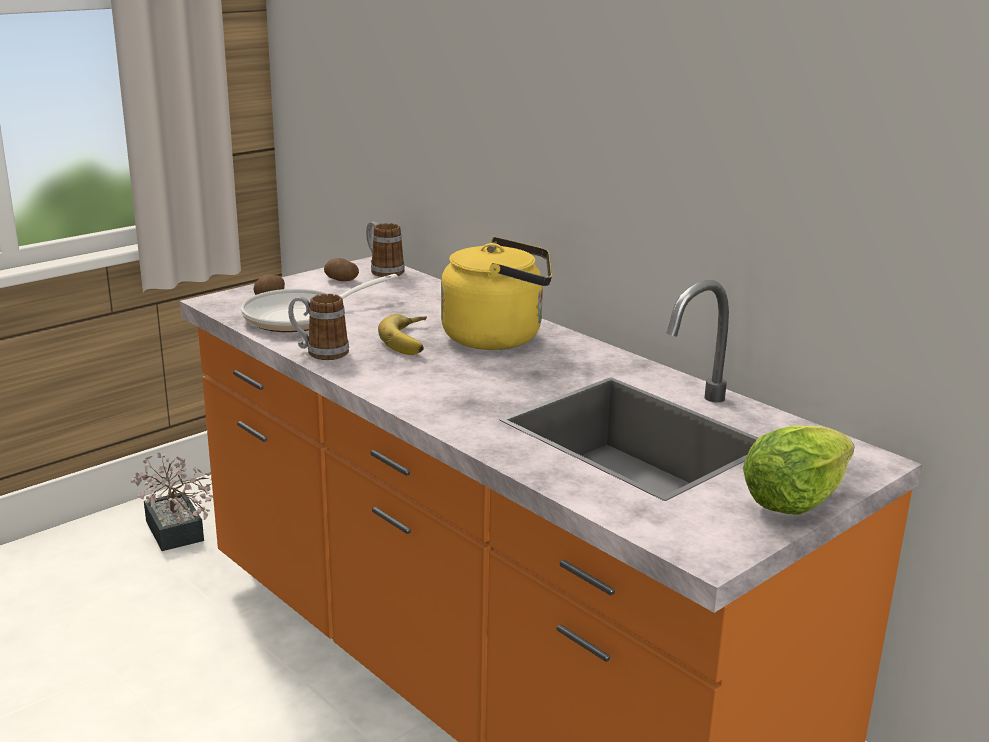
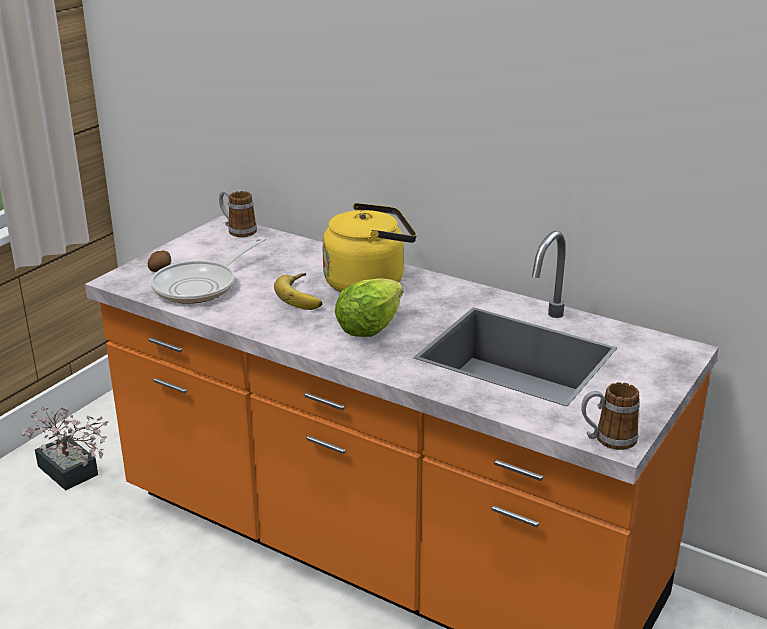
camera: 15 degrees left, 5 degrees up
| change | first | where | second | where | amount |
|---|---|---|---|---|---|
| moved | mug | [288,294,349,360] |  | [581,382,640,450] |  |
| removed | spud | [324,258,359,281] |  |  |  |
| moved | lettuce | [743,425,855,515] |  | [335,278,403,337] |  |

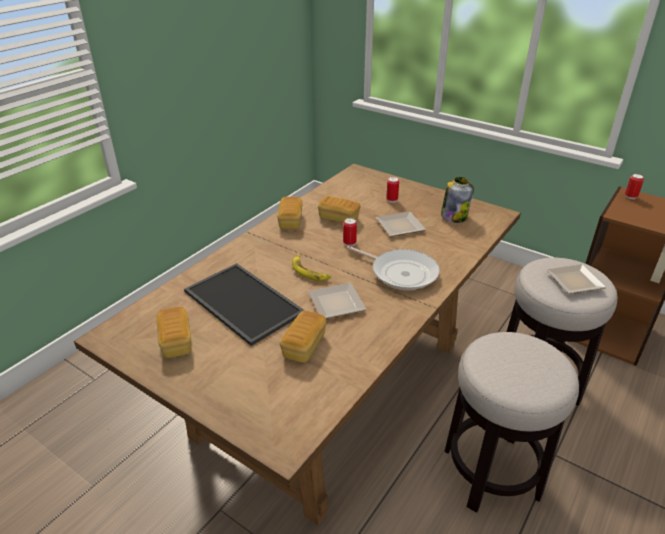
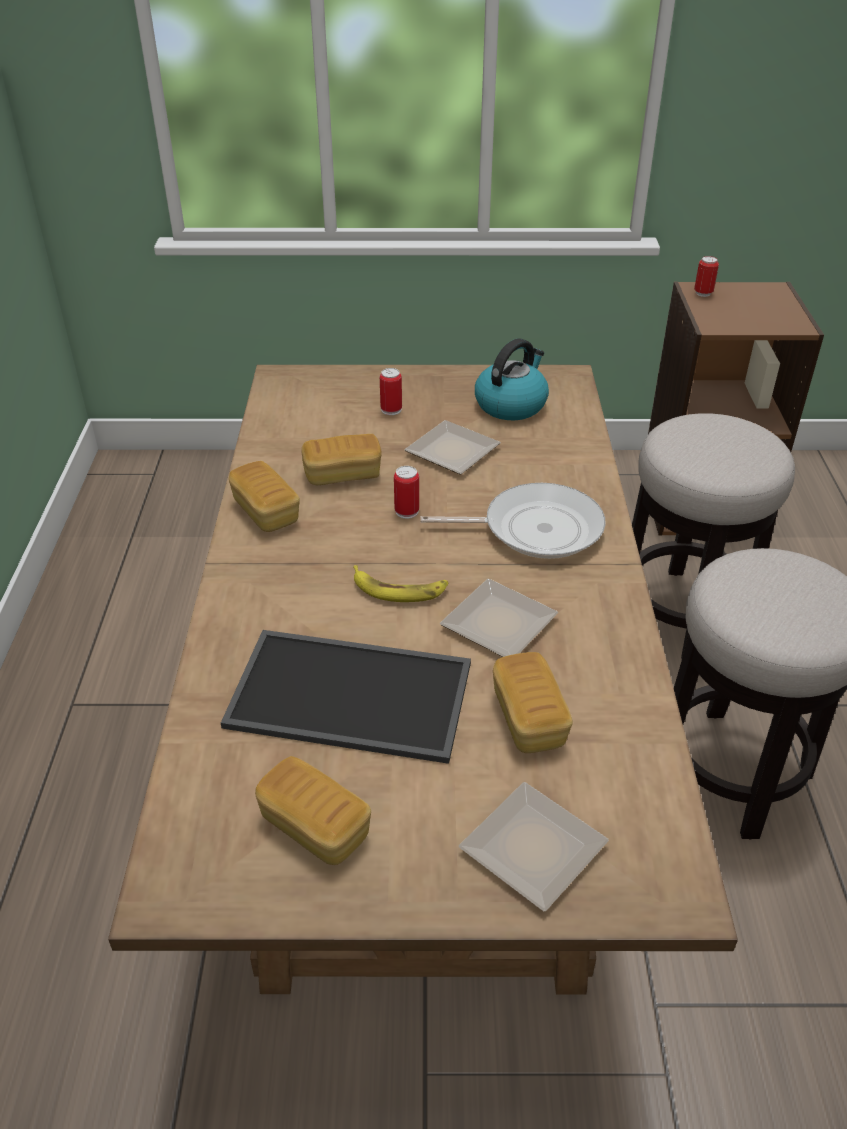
camera: 35 degrees left, 5 degrees up
| change | first | where | second | where | amount |
|---|---|---|---|---|---|
| replaced | preserve jar | [441,177,474,223] | water kettle | [475,338,549,420] |  |
| moved | dinner plate | [546,264,606,294] |  | [459,782,609,911] |  |

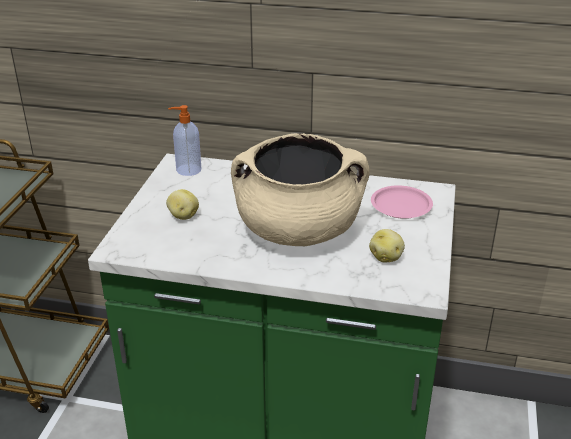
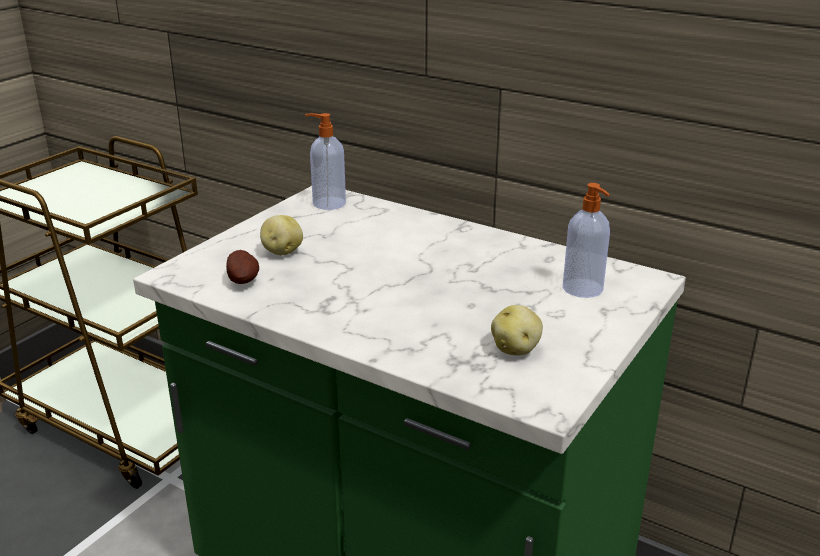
camera: 20 degrees right, 5 degrees down
| change | first | where | second | where | amount |
|---|---|---|---|---|---|
| removed | saucepot in beige-coloured | [231,133,369,246] |  |  |  |
| replaced | dinner plate in pink | [371,186,433,219] | soap dispenser | [563,183,610,298] |  |
| added |  |  | spud | [226,250,259,284] |  |

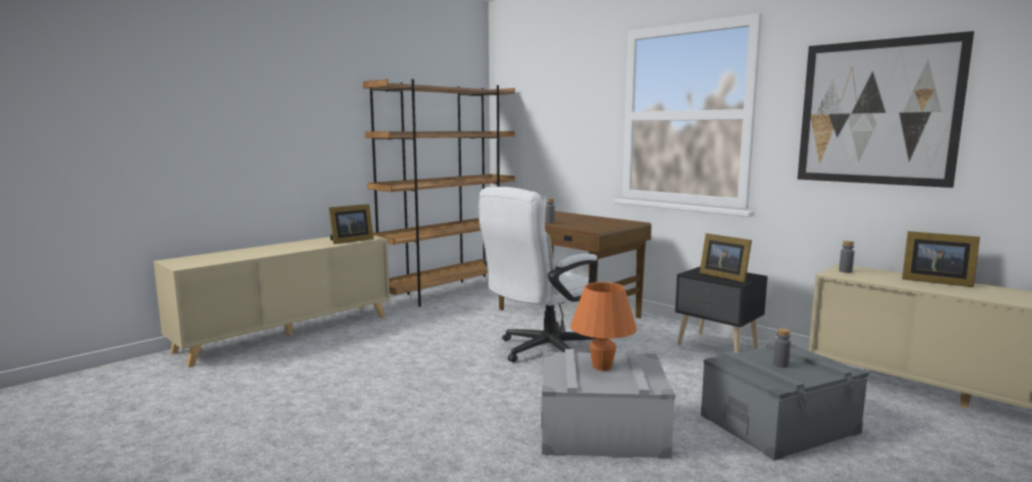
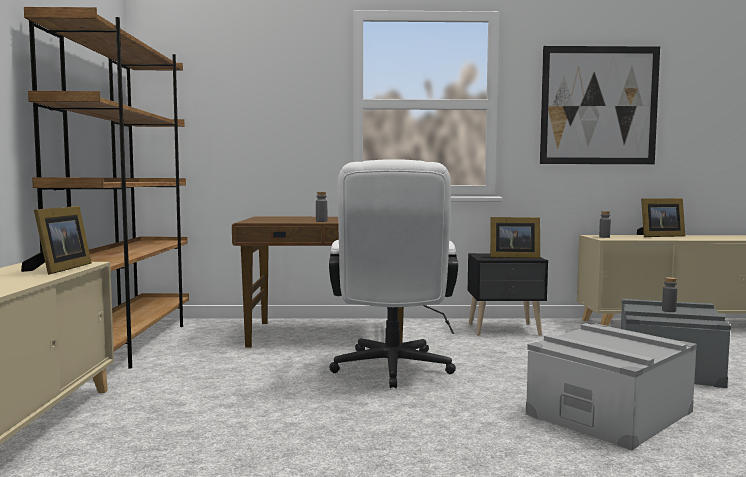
camera: 45 degrees left, 5 degrees down
| change | first | where | second | where | amount |
|---|---|---|---|---|---|
| removed | table lamp in orangey | [570,282,637,371] |  |  |  |

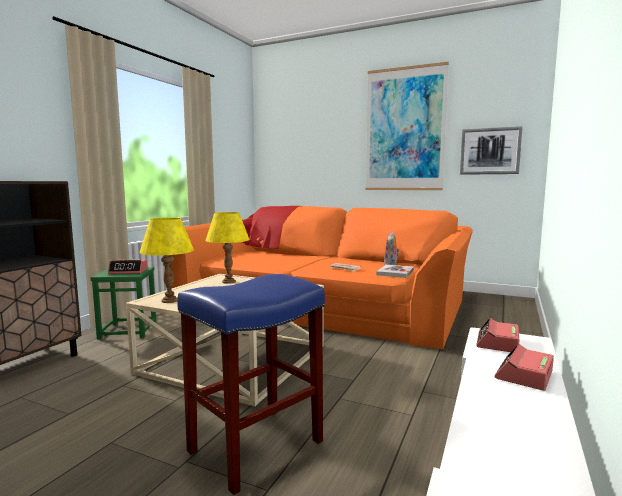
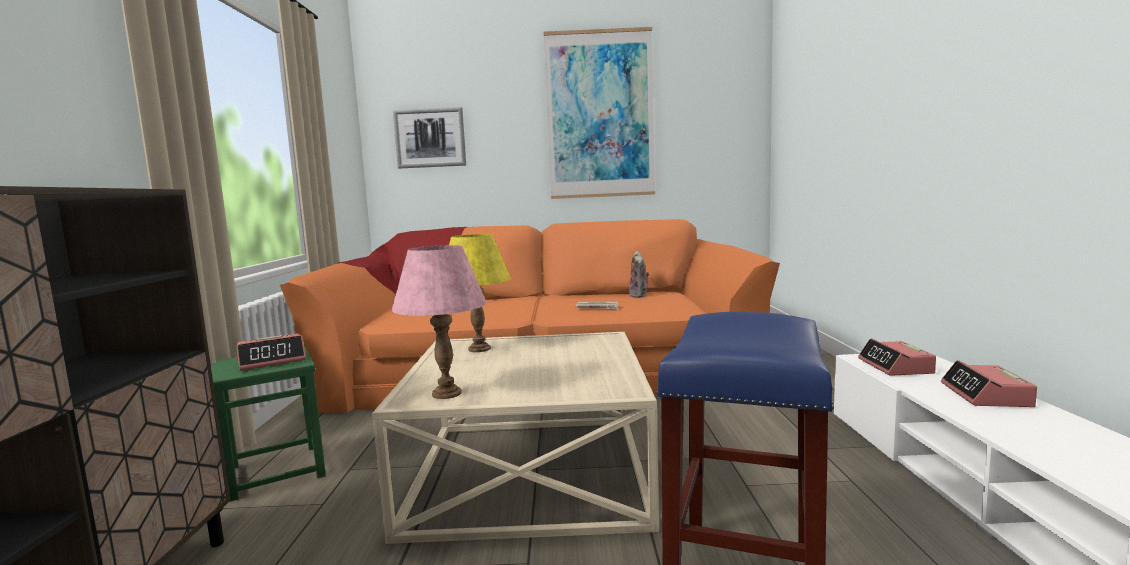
camera: 25 degrees left, 0 degrees up
| change | first | where | second | where | amount |
|---|---|---|---|---|---|
| recoloured | table lamp in yellow | [140,218,194,303] | table lamp in pink | [392,245,487,399] |  |
| removed | bound book | [377,265,414,278] |  |  |  |
| moved | picture | [460,126,523,175] |  | [393,107,466,168] |  |

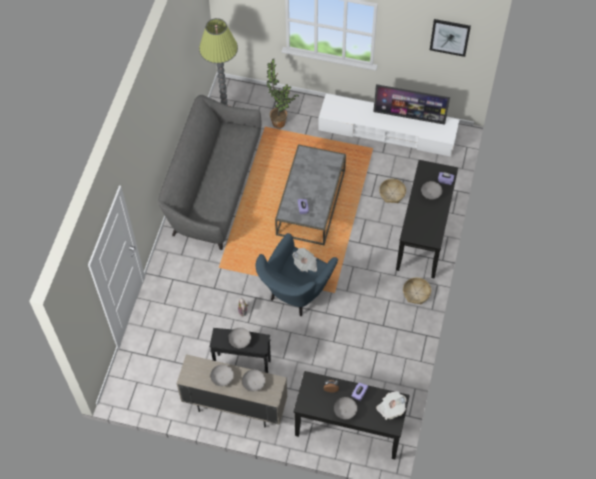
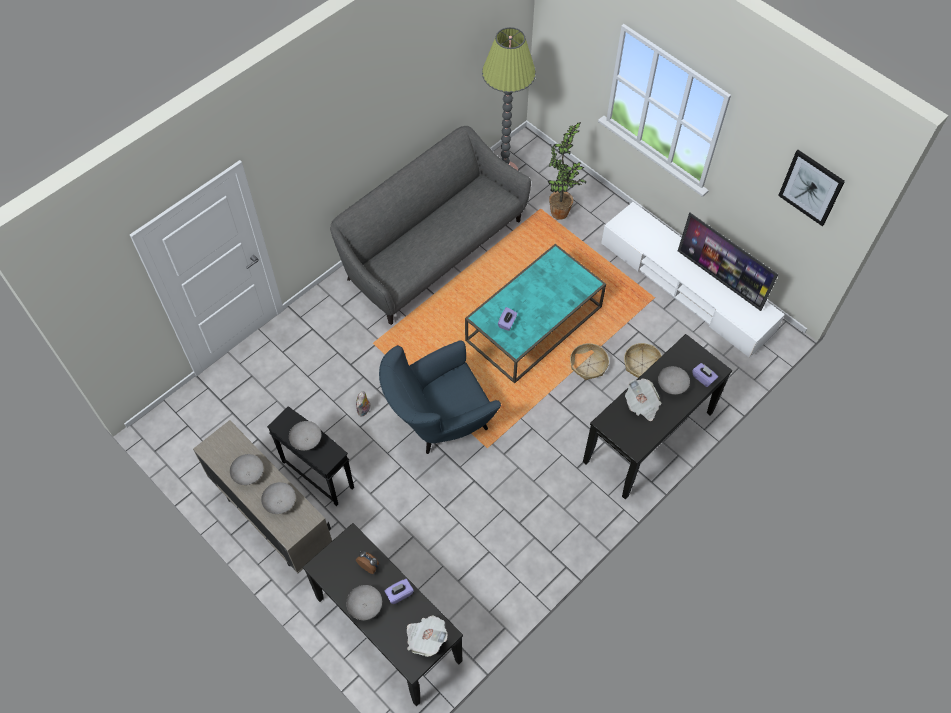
camera: 30 degrees right, 0 degrees up
| change | first | where | second | where | amount |
|---|---|---|---|---|---|
| recoloured | low table in gray | [275,144,346,245] | low table in turquoise | [465,244,606,384] |  |
| moved | printed paper | [293,248,317,272] |  | [625,379,661,421] |  |
| moved | basket | [403,277,431,304] |  | [570,343,609,380] |  |

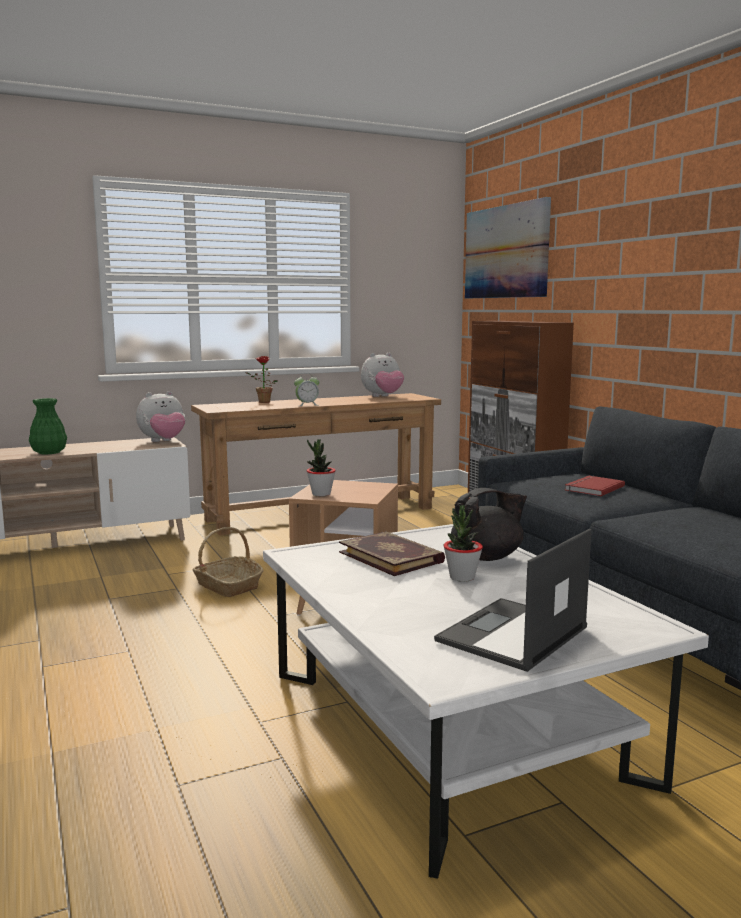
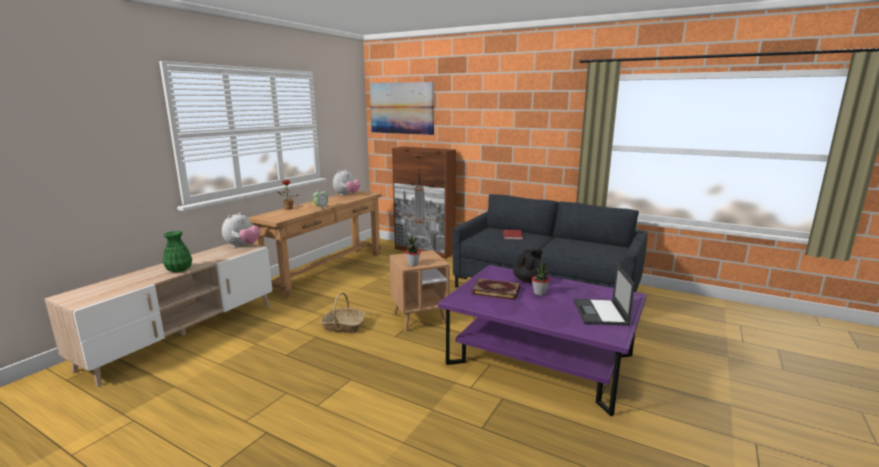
camera: 35 degrees left, 5 degrees up
| change | first | where | second | where | amount |
|---|---|---|---|---|---|
| recoloured | low table in white-coloured | [263,524,709,879] | low table in purplish | [438,265,647,416] |  |

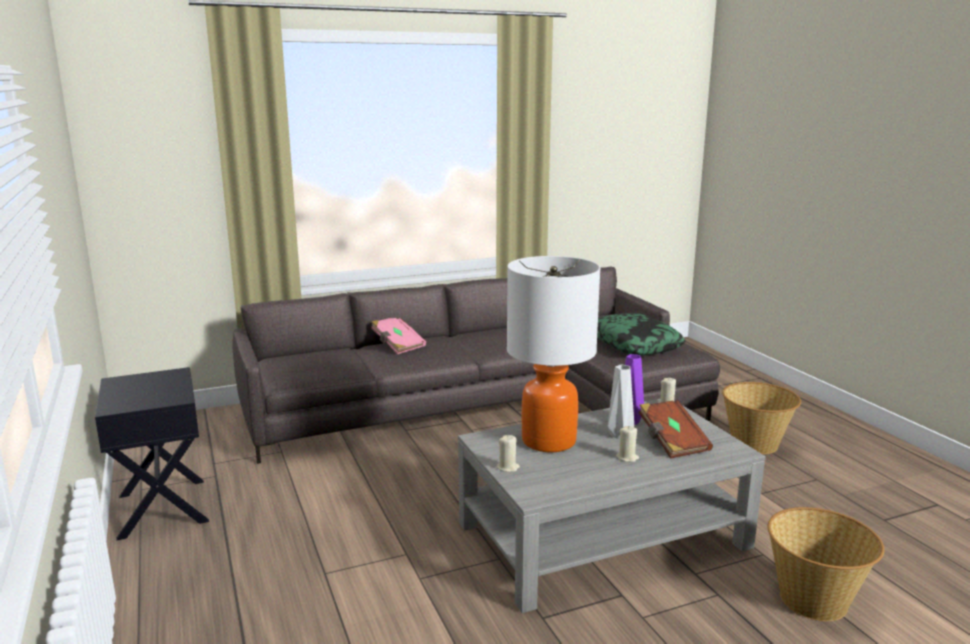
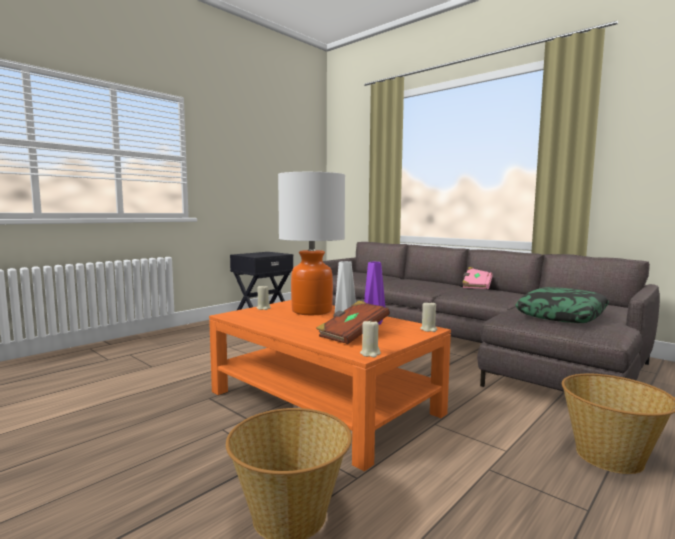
camera: 65 degrees right, 10 degrees down
| change | first | where | second | where | amount |
|---|---|---|---|---|---|
| moved | bound book in pink | [371,318,426,354] |  | [462,267,493,289] |  |
| recoloured | low table in gray | [458,399,766,613] | low table in orangey | [209,300,451,471] |  |
| moved | wax light in beige-coloured | [616,426,639,462] |  | [360,321,381,357] |  |

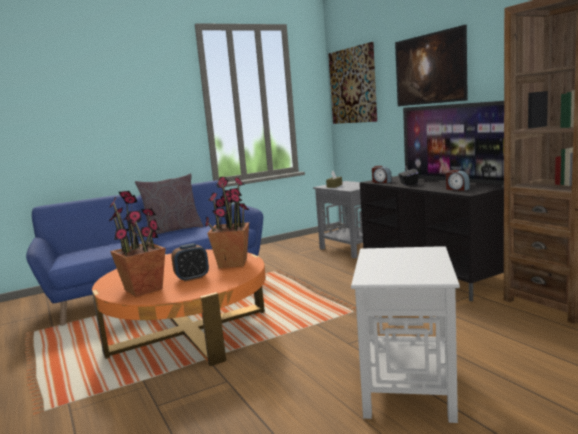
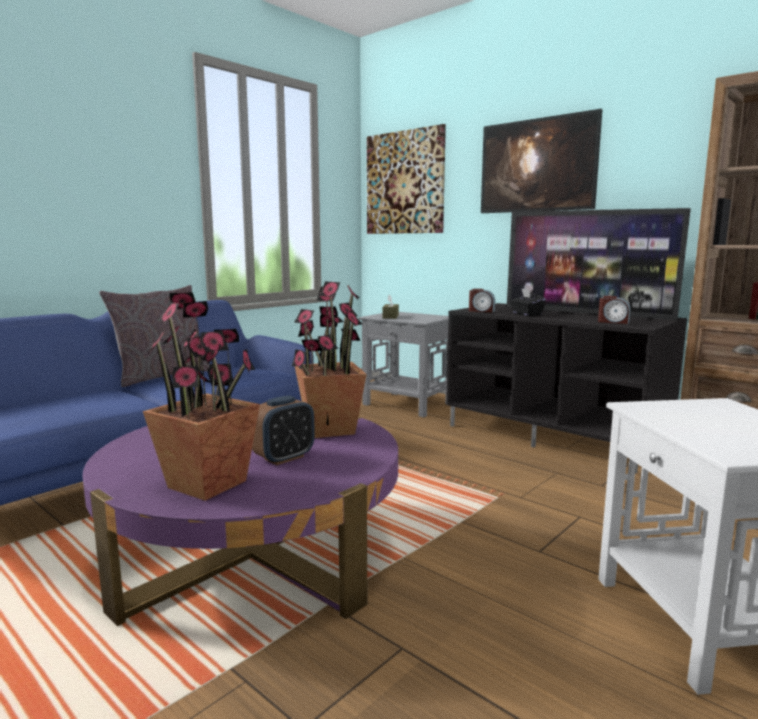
camera: 20 degrees left, 0 degrees up
| change | first | where | second | where | amount |
|---|---|---|---|---|---|
| recoloured | low table in orangey | [92,249,266,366] | low table in purplish | [82,417,398,626] |  |

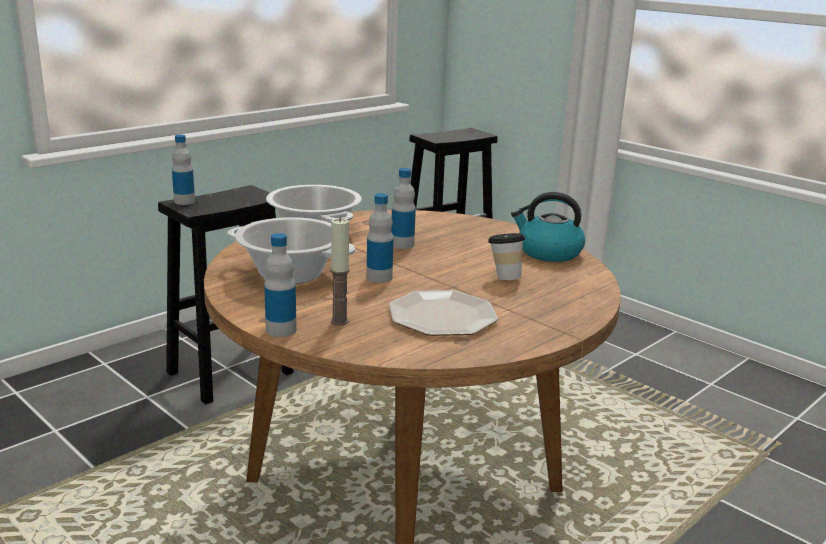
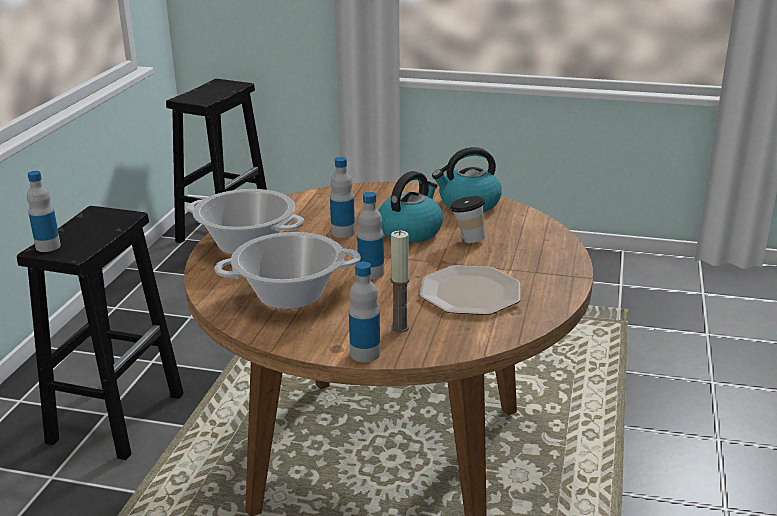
camera: 30 degrees left, 5 degrees up
| change | first | where | second | where | amount |
|---|---|---|---|---|---|
| added |  |  | water kettle | [378,171,443,243] |  |

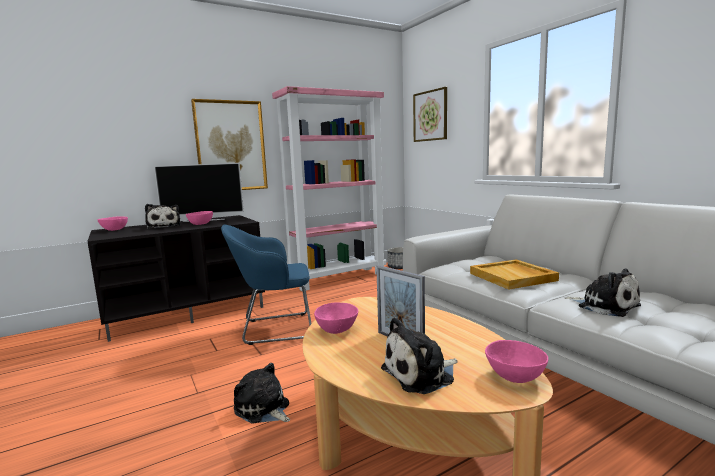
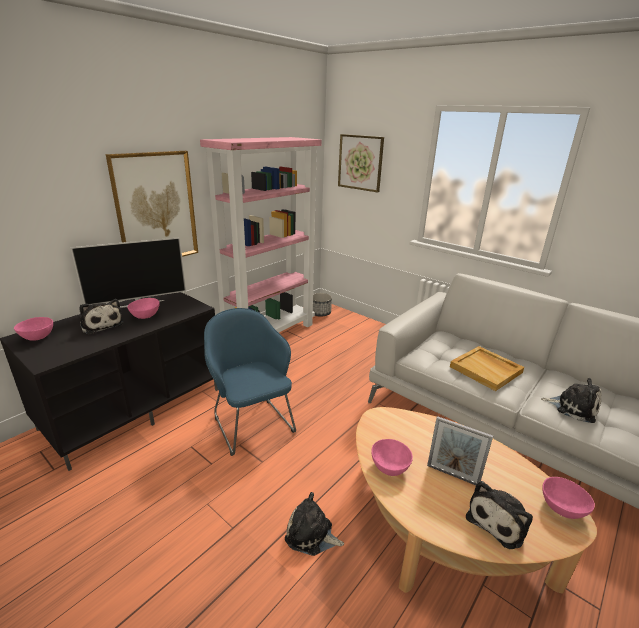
camera: 20 degrees left, 15 degrees up
| change | first | where | second | where | amount |
|---|---|---|---|---|---|
| turned | armchair in bluish | [221,224,312,345] |  | [204,308,296,456] | 90 degrees clockwise |

